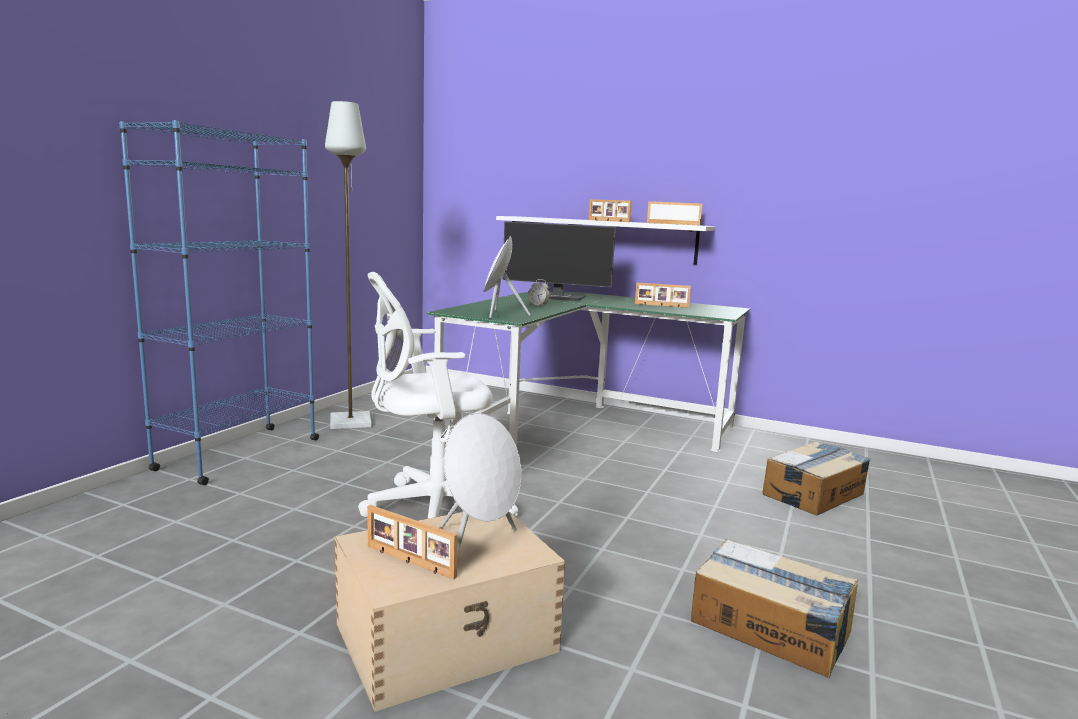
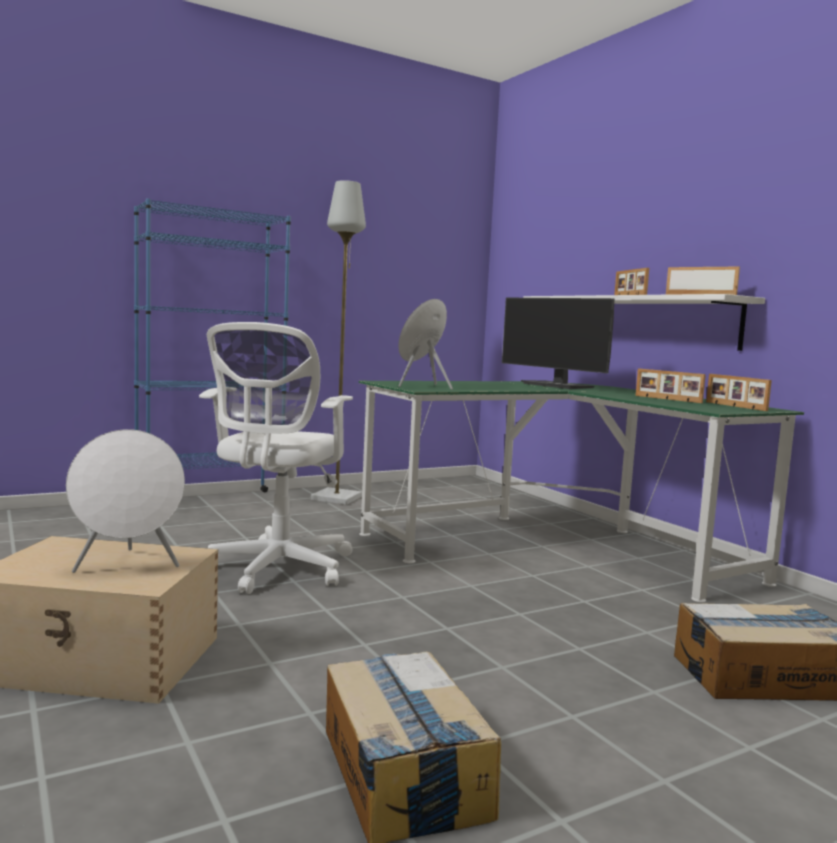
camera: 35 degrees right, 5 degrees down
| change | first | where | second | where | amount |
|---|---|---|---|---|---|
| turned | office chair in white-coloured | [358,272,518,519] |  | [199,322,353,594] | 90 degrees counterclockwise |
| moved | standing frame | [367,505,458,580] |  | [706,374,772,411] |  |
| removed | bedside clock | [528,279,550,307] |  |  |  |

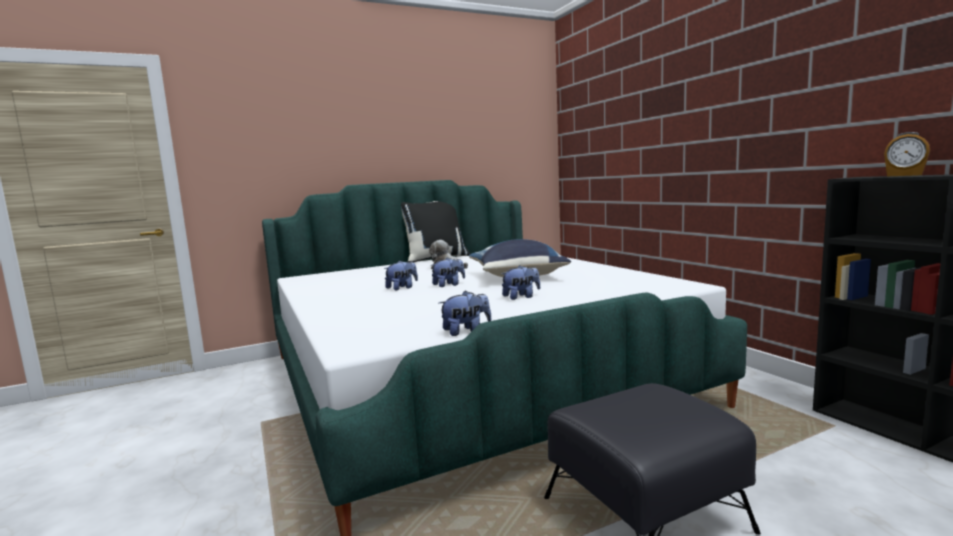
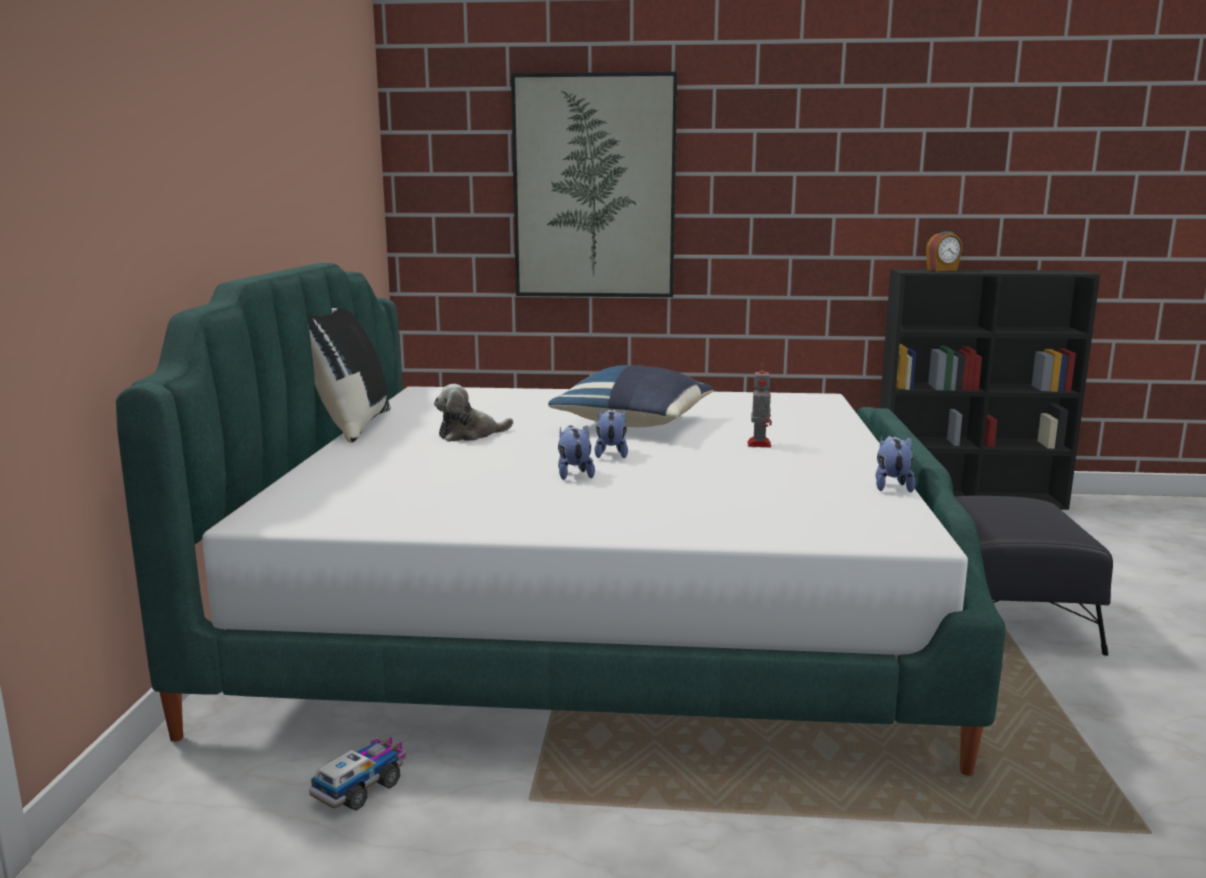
camera: 60 degrees left, 5 degrees up
| change | first | where | second | where | amount |
|---|---|---|---|---|---|
| replaced | soft toy | [501,265,540,300] | toy robot | [748,363,772,447] |  |
| added |  |  | model truck | [309,737,406,811] |  |
| added |  |  | picture | [511,72,677,297] |  |

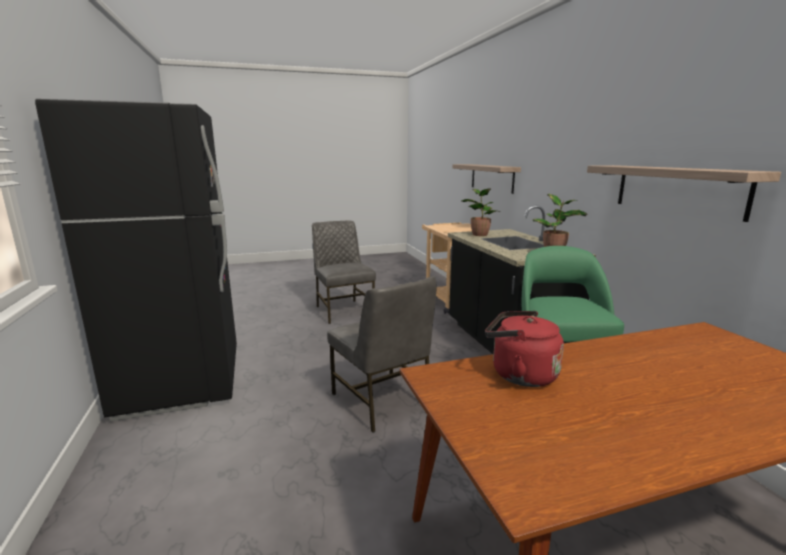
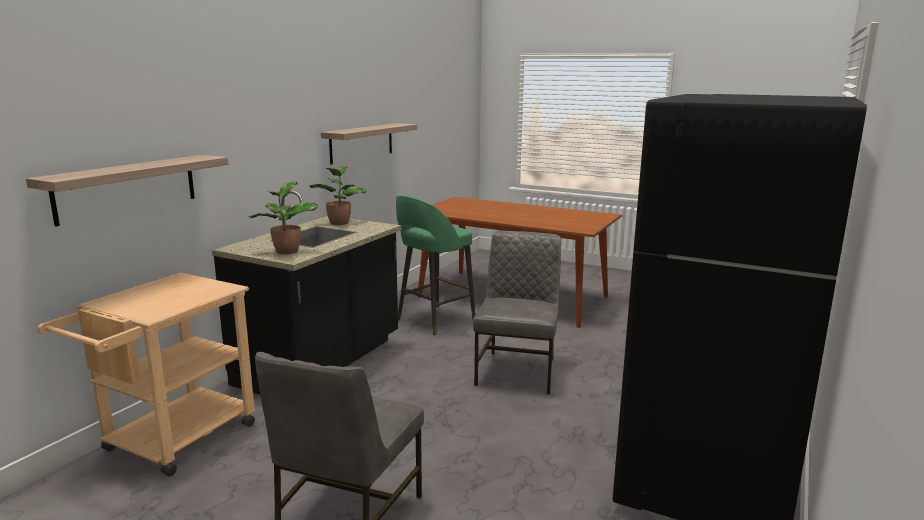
camera: 135 degrees left, 0 degrees up
| change | first | where | second | where | amount |
|---|---|---|---|---|---|
| removed | water kettle in reddish | [485,311,564,387] |  |  |  |

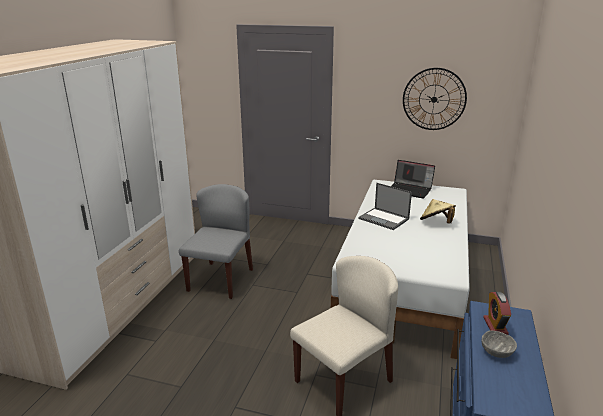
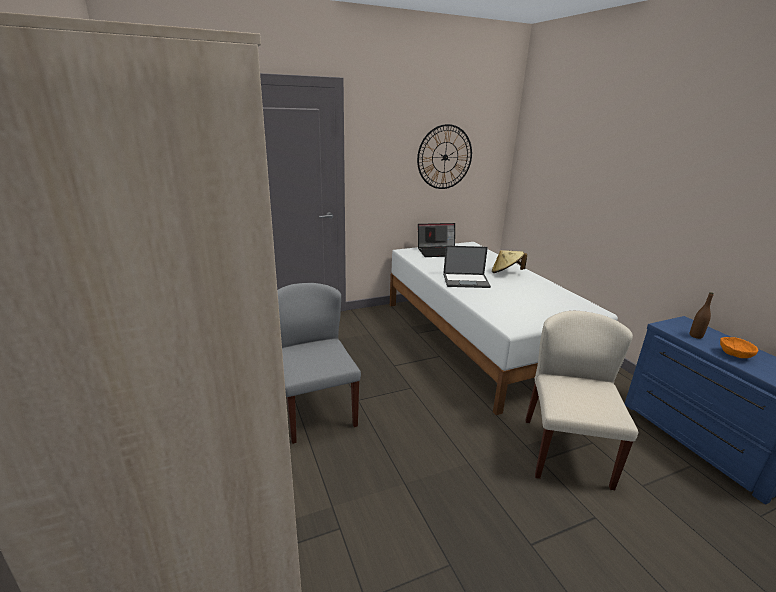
camera: 40 degrees left, 0 degrees up
| change | first | where | second | where | amount |
|---|---|---|---|---|---|
| recoloured | deep dish in gray | [482,330,517,358] | deep dish in orangey | [720,337,758,358] |  |
| replaced | bedside clock | [483,292,511,335] | drink bottle in brown-coloured | [690,292,714,339] |  |

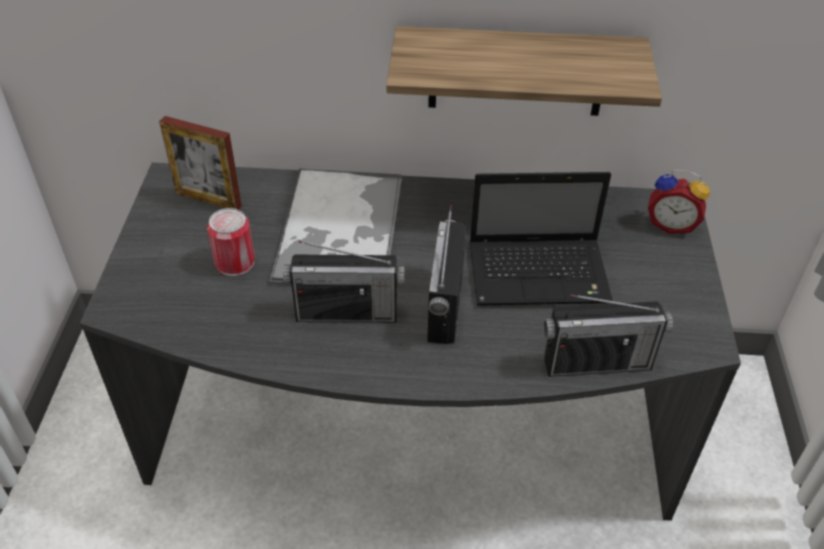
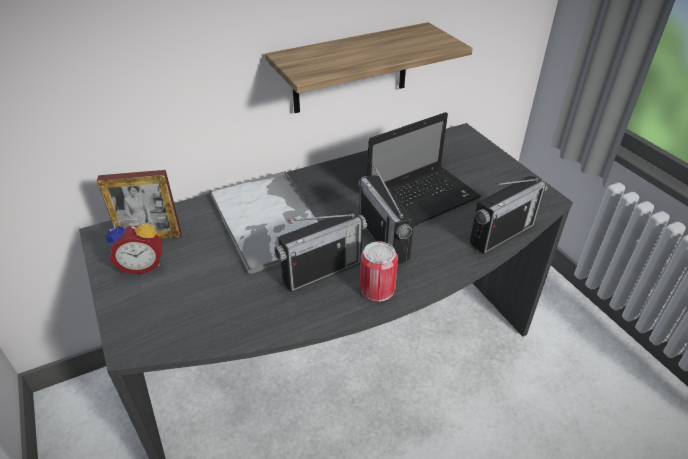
camera: 30 degrees left, 5 degrees down
| change | first | where | second | where | amount |
|---|---|---|---|---|---|
| moved | metal can | [207,208,255,276] |  | [360,242,398,302] |  |
| moved | bedside clock | [648,170,710,234] |  | [106,218,162,275] |  |

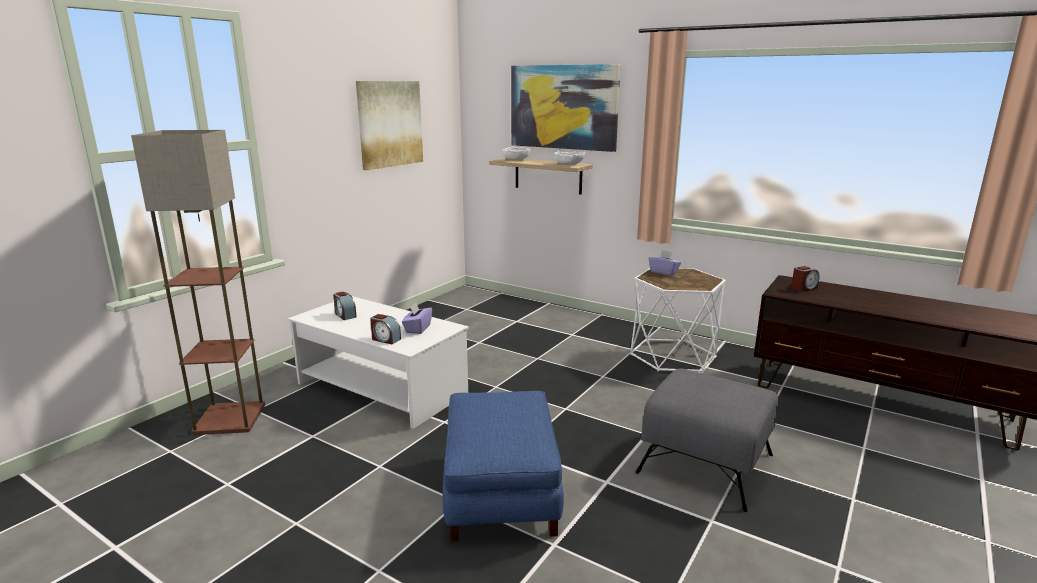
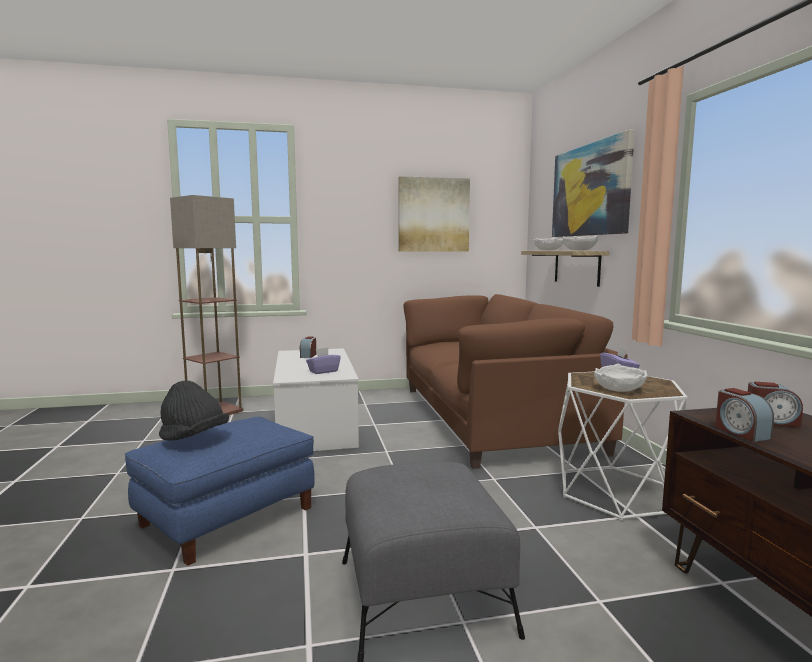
camera: 45 degrees right, 10 degrees down
| change | first | where | second | where | amount |
|---|---|---|---|---|---|
| moved | bedside clock | [370,314,401,344] |  | [715,388,774,442] |  |
| added |  |  | wearable hat in black | [159,380,229,441] |  |
| added |  |  | sofa in brown-coloured | [403,294,628,469] |  |
| added |  |  | deep dish in white-coloured | [594,364,647,392] |  |

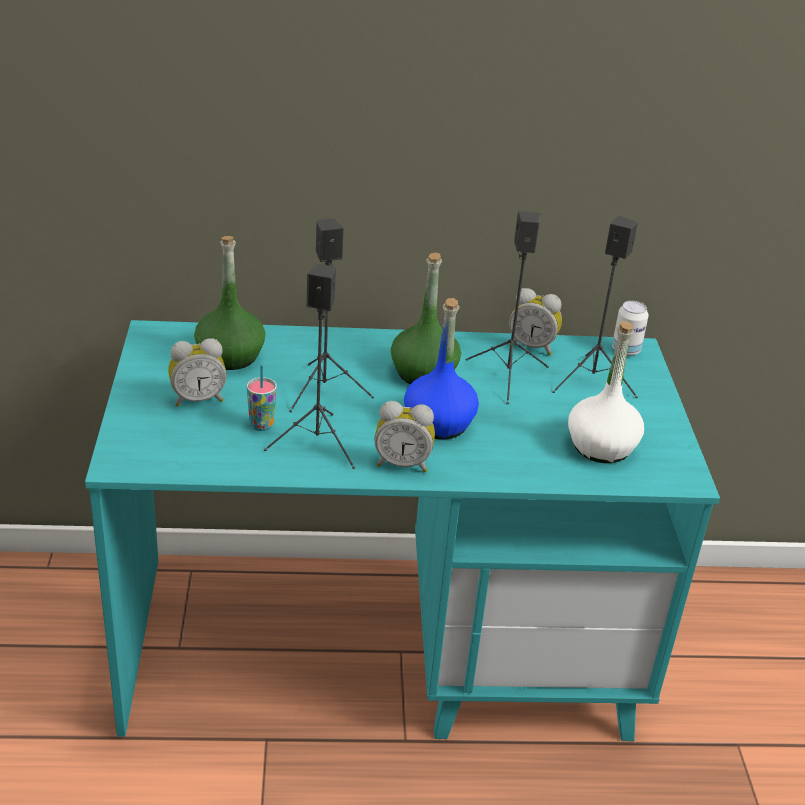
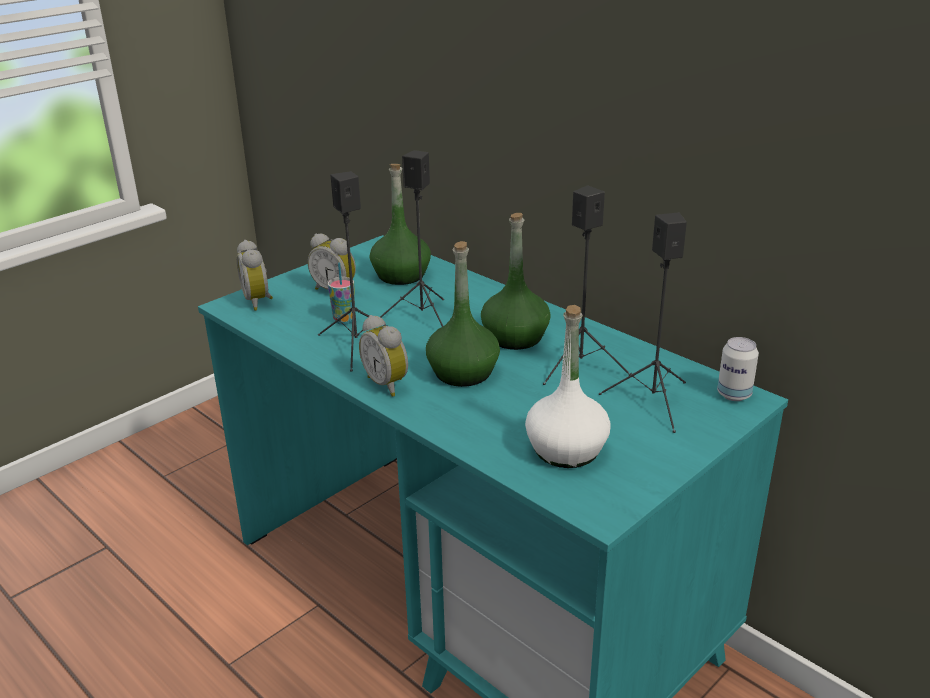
camera: 50 degrees right, 5 degrees down
| change | first | where | second | where | amount |
|---|---|---|---|---|---|
| recoloured | drink bottle in bluish | [404,298,479,439] | drink bottle in greenish | [426,241,500,387] |  |
| moved | bedside clock | [509,288,562,355] |  | [237,240,273,311] |  |

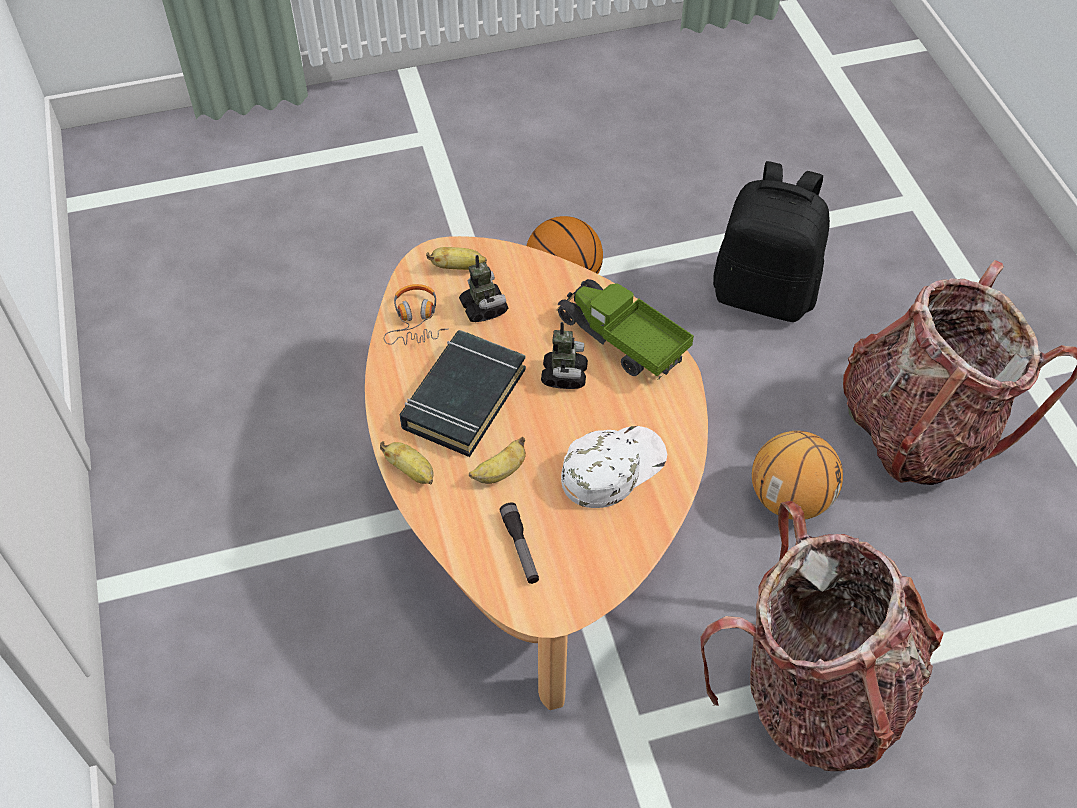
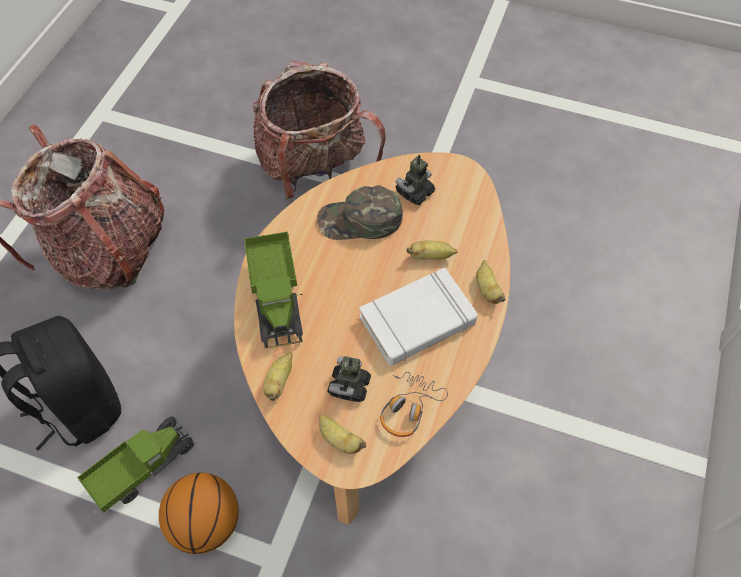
camera: 145 degrees left, 5 degrees up
| change | first | where | second | where | amount |
|---|---|---|---|---|---|
| recoloured | bound book in black | [399,330,526,457] | bound book in white-coloured | [359,267,478,366] |  |
| removed | hand torch | [499,503,539,584] |  |  |  |
| moved | toy robot | [541,322,588,389] |  | [396,155,435,205] |  |
| recoloured | baseball cap in white-coloured | [561,426,667,508] | baseball cap in greenish | [317,185,403,240] |  |
| removed | ball for basketball | [752,431,843,520] |  |  |  |
| added |  |  | model truck | [77,416,195,512] |  |
| added |  |  | whole banana | [263,352,293,401] |  |

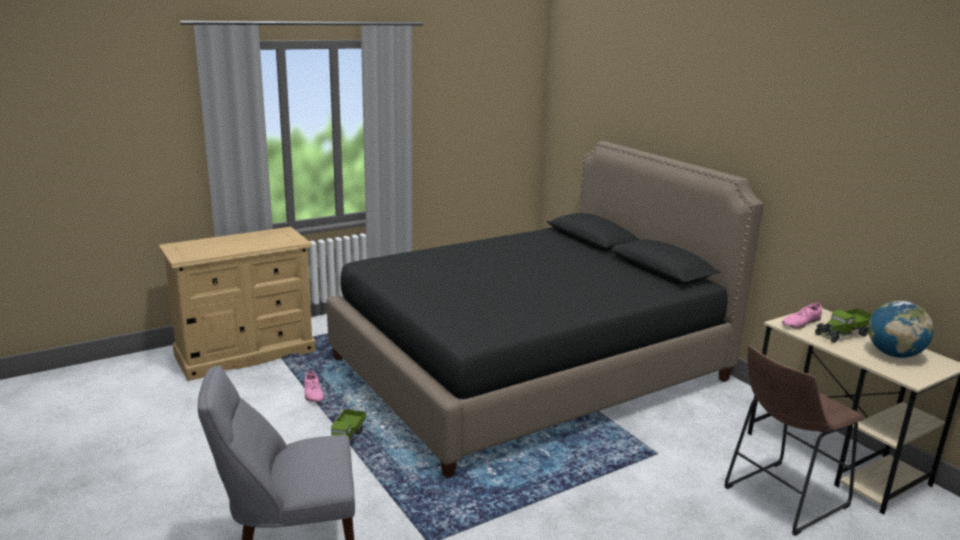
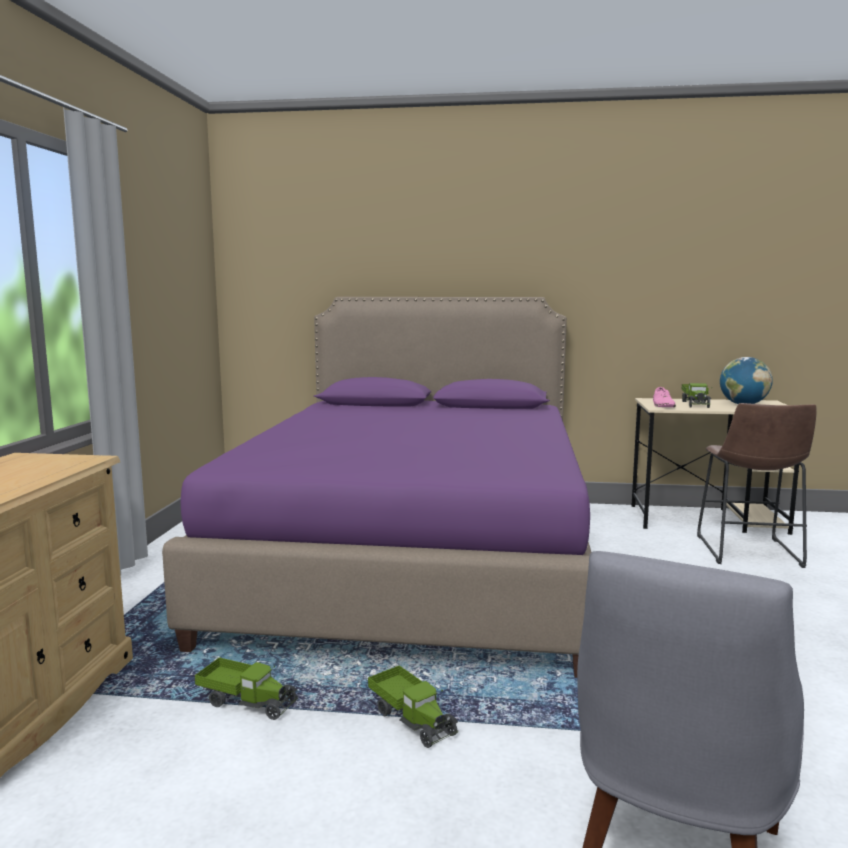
camera: 50 degrees left, 10 degrees down
| change | first | where | second | where | amount |
|---|---|---|---|---|---|
| replaced | shoe in pink | [304,371,324,402] | model truck | [195,657,298,720] |  |
| recoloured | bedroom bed in black | [327,141,764,478] | bedroom bed in purplish | [162,297,591,678] |  |

